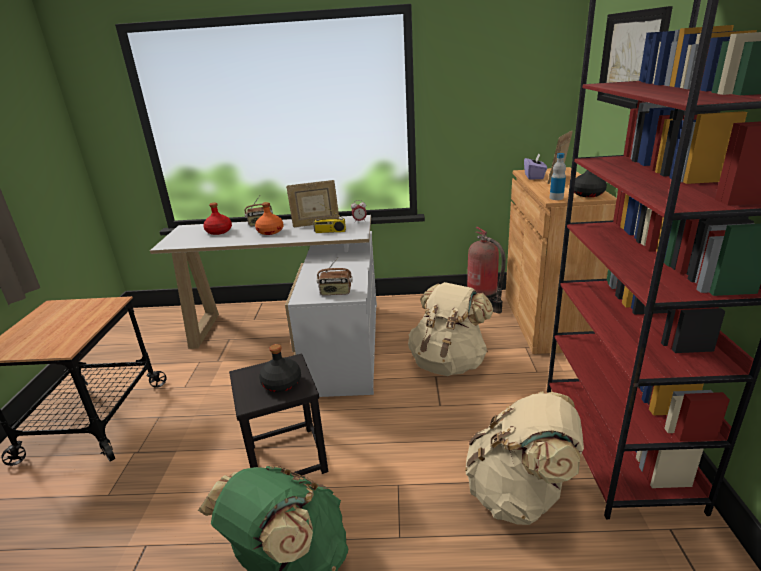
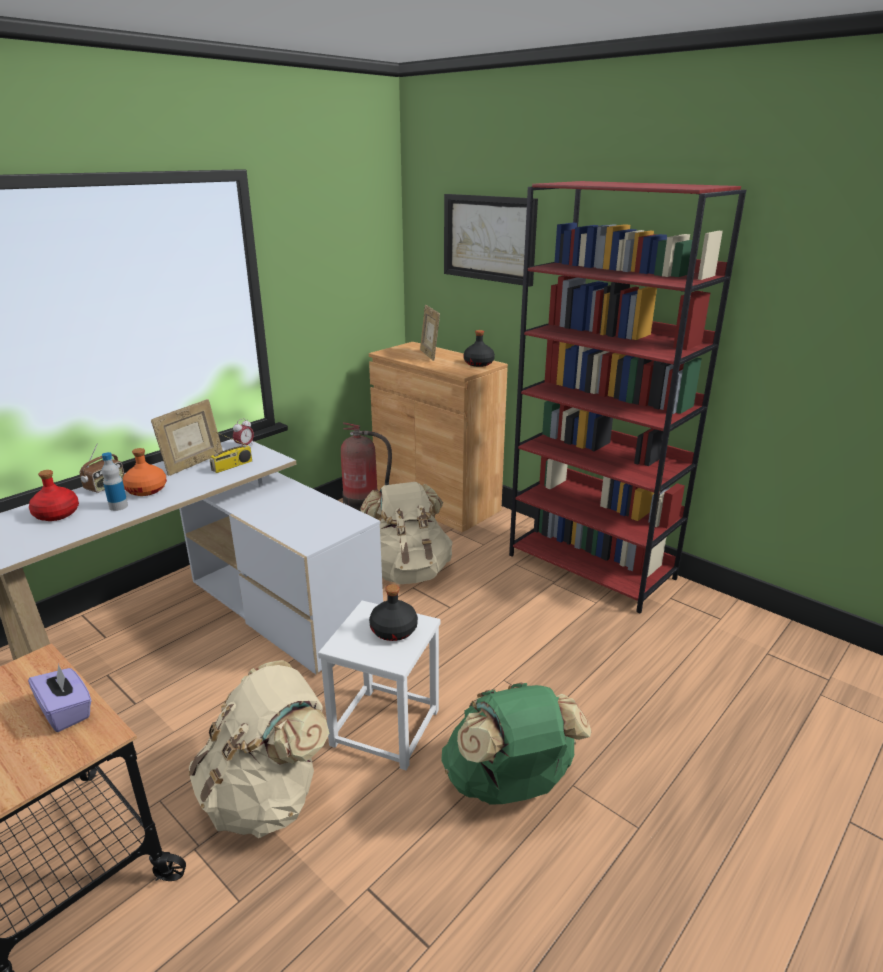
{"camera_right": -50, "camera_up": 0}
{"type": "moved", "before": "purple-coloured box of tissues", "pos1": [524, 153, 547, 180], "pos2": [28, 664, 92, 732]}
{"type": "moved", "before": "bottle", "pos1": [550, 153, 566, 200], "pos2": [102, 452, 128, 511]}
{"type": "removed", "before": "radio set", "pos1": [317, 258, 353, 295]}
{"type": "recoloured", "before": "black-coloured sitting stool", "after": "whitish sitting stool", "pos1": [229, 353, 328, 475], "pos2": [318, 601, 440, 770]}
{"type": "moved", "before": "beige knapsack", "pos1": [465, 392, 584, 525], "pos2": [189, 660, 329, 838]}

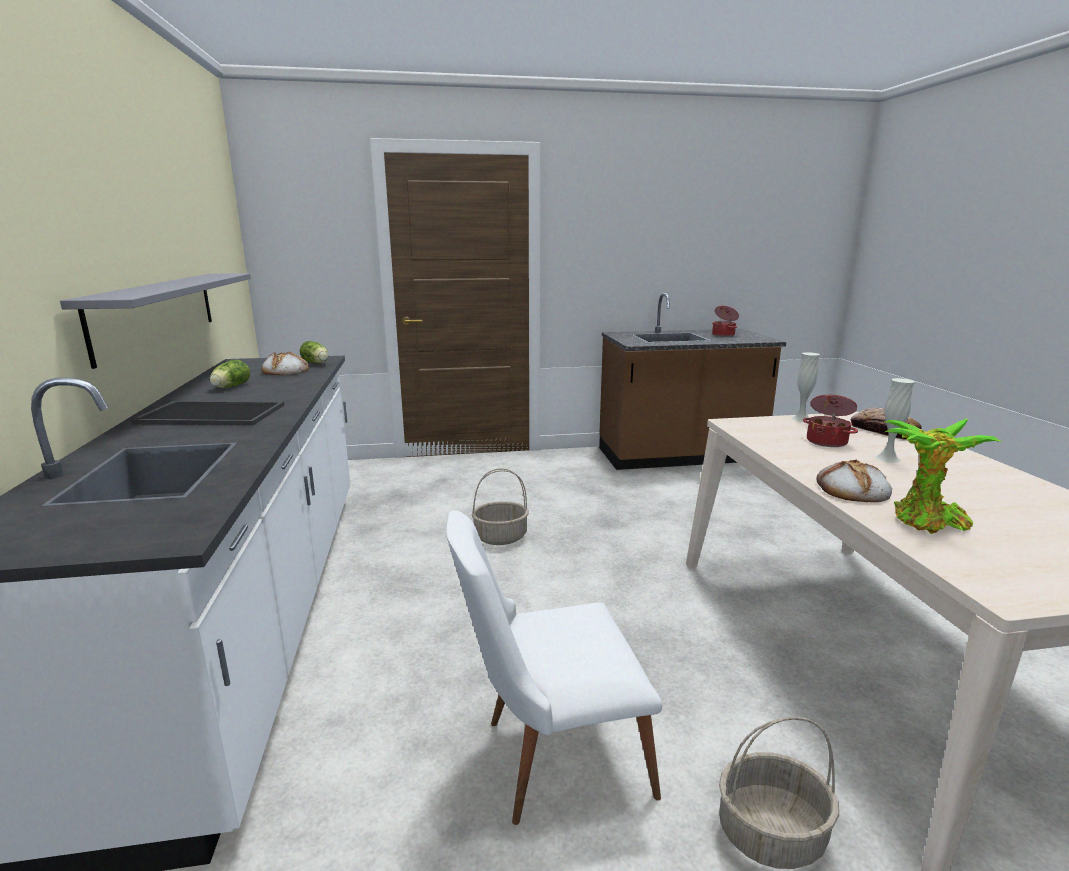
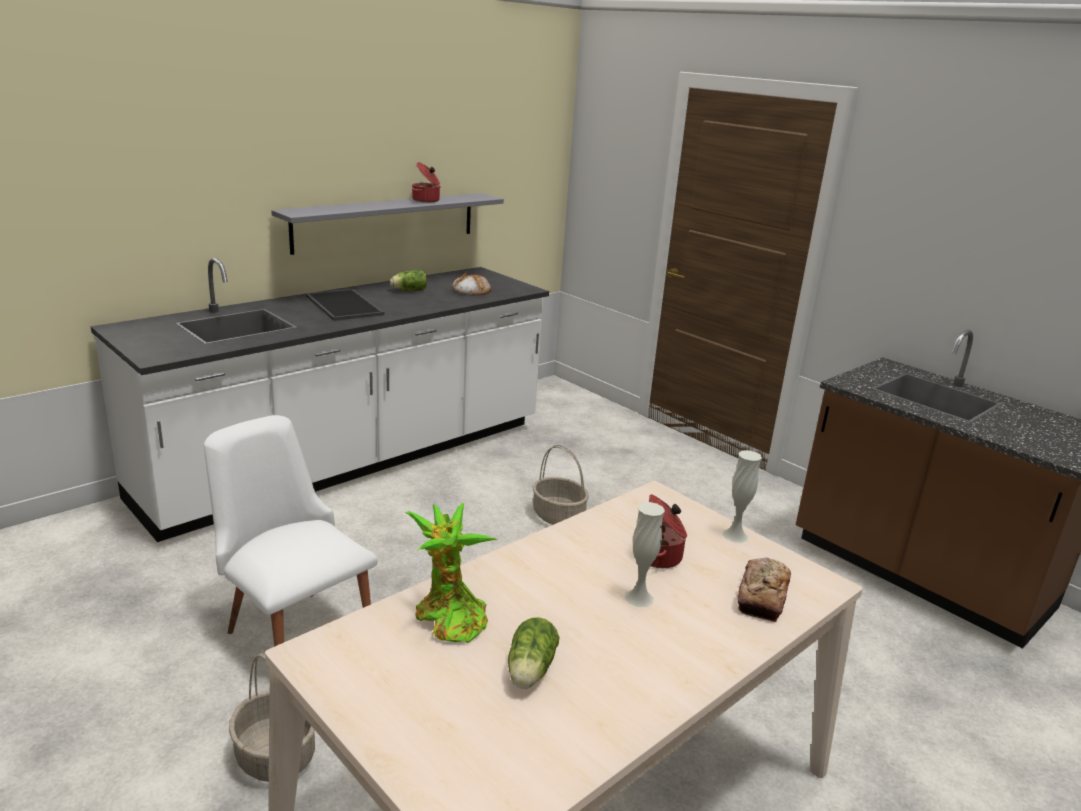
{"camera_right": 55, "camera_up": 5}
{"type": "moved", "before": "saucepot", "pos1": [712, 306, 739, 337], "pos2": [412, 162, 441, 203]}
{"type": "moved", "before": "lettuce head", "pos1": [300, 341, 328, 363], "pos2": [508, 617, 559, 689]}
{"type": "removed", "before": "bakery bread", "pos1": [817, 459, 892, 502]}

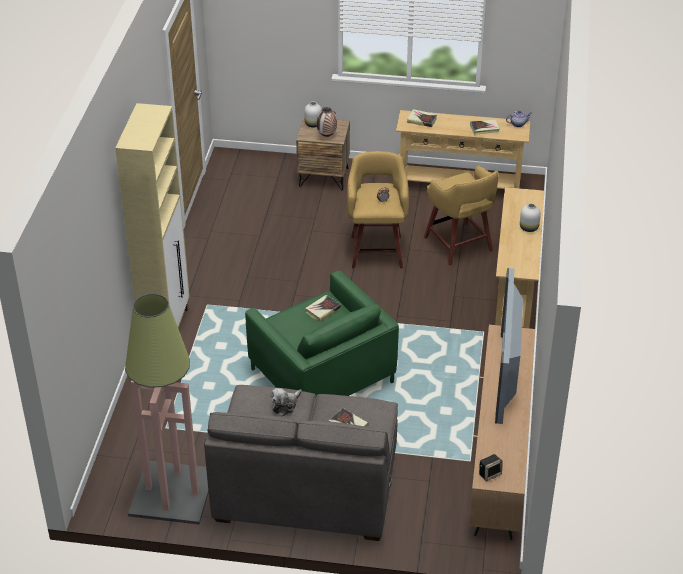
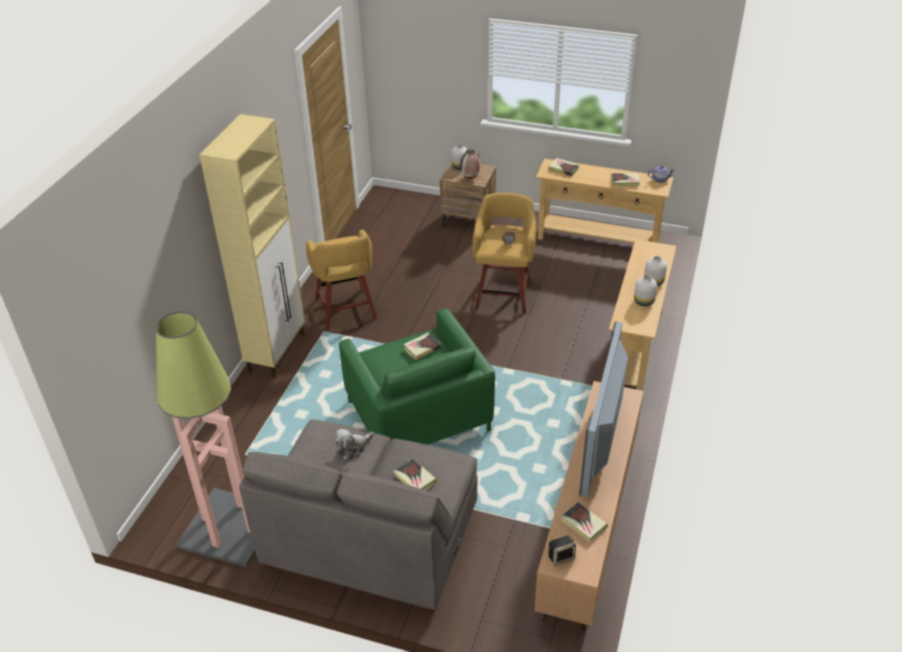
{"camera_right": 10, "camera_up": 0}
{"type": "moved", "before": "yellowish sitting stool", "pos1": [424, 166, 499, 265], "pos2": [306, 229, 377, 329]}
{"type": "added", "after": "whitish flower vase", "pos2": [634, 275, 657, 306]}
{"type": "added", "after": "book", "pos2": [561, 502, 608, 543]}

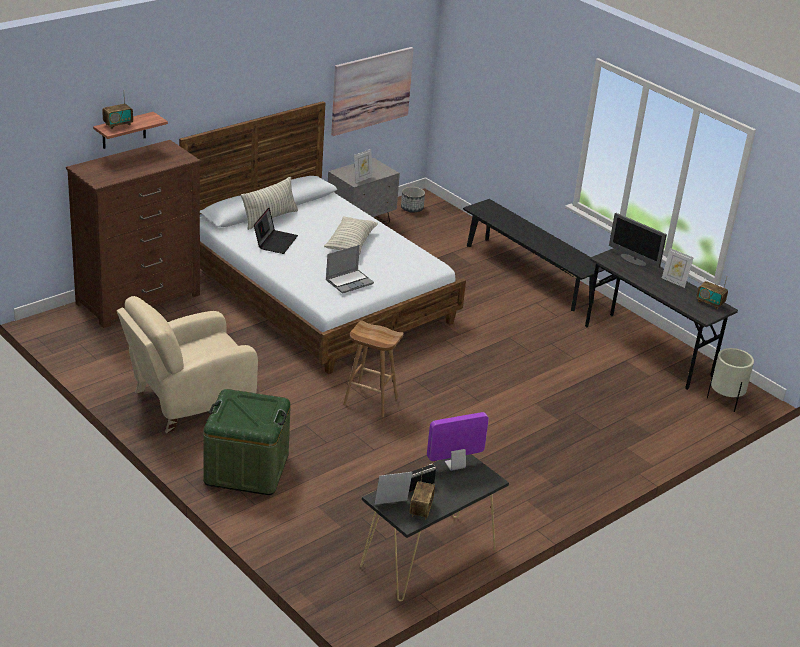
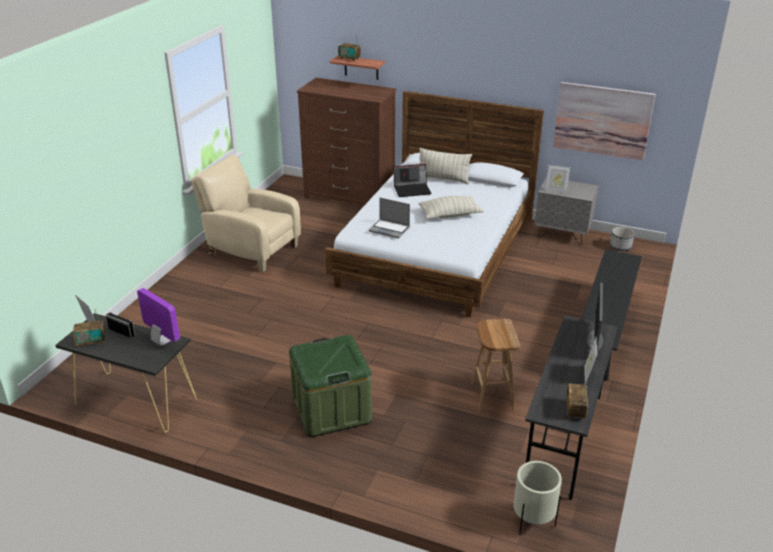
{"camera_right": 65, "camera_up": 0}
{"type": "moved", "before": "brown sitting stool", "pos1": [343, 321, 404, 417], "pos2": [471, 319, 521, 412]}
{"type": "moved", "before": "green storage box", "pos1": [203, 389, 291, 495], "pos2": [289, 335, 372, 437]}

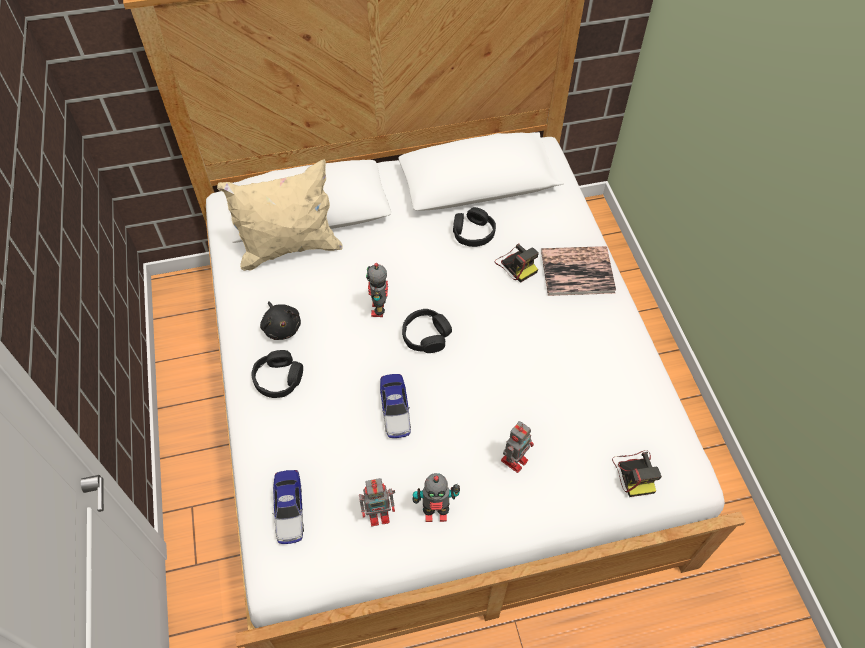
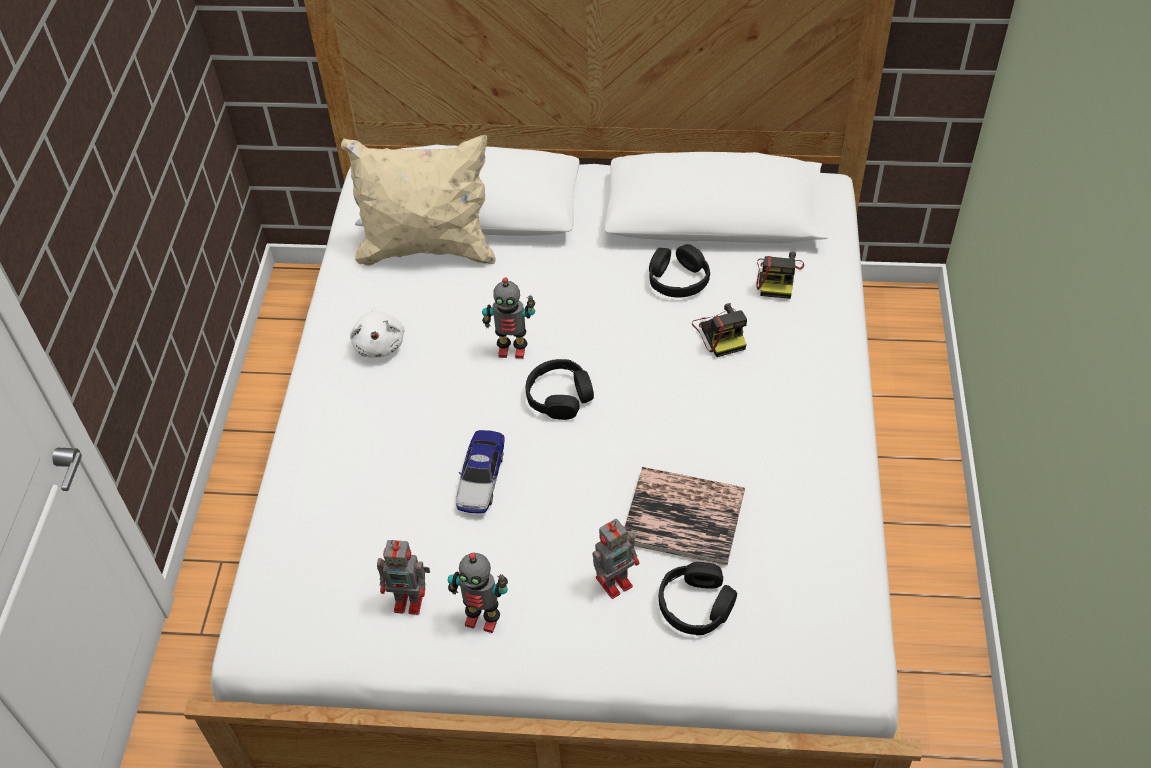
{"camera_right": 20, "camera_up": -5}
{"type": "moved", "before": "book", "pos1": [541, 246, 616, 296], "pos2": [625, 467, 745, 566]}
{"type": "turned", "before": "model robot", "pos1": [366, 263, 388, 317], "pos2": [482, 277, 535, 359], "turn": -105}
{"type": "recoloured", "before": "black-coloured plush toy", "after": "whitish plush toy", "pos1": [260, 301, 301, 340], "pos2": [350, 307, 404, 358]}
{"type": "moved", "before": "black-coloured pair of headphones", "pos1": [252, 350, 303, 398], "pos2": [658, 562, 737, 635]}
{"type": "moved", "before": "still camera", "pos1": [612, 450, 662, 497], "pos2": [756, 252, 804, 299]}
{"type": "removed", "before": "toy car", "pos1": [272, 470, 304, 544]}

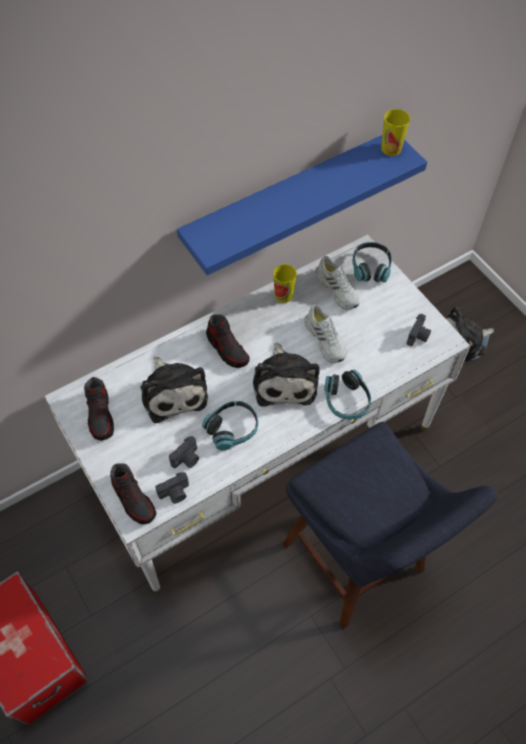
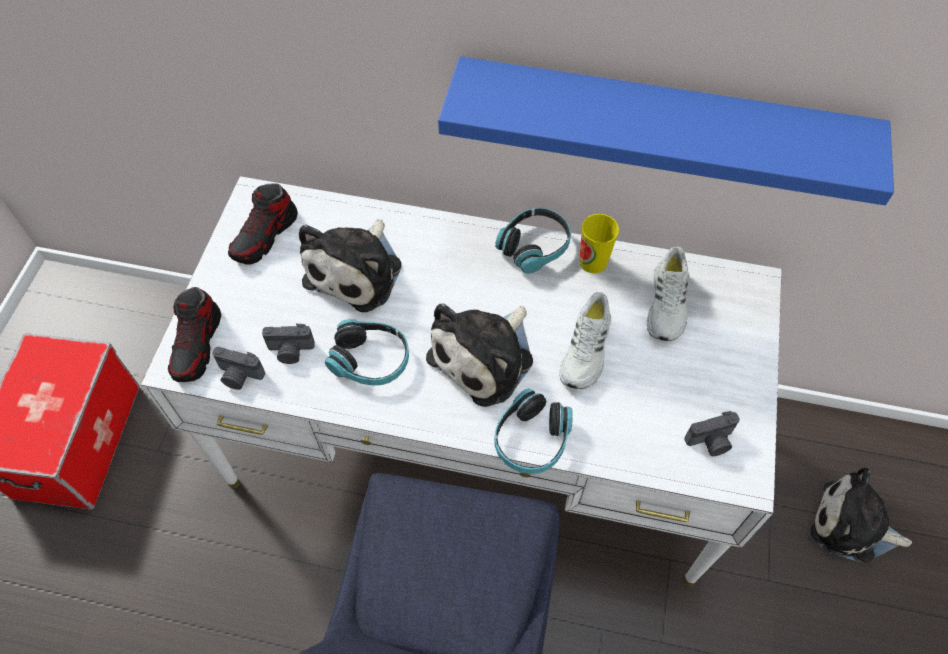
{"camera_right": 45, "camera_up": 0}
{"type": "removed", "before": "drinking cup", "pos1": [381, 109, 410, 156]}
{"type": "moved", "before": "pair of headphones", "pos1": [353, 242, 392, 282], "pos2": [495, 207, 571, 274]}
{"type": "removed", "before": "shoe", "pos1": [206, 314, 250, 368]}

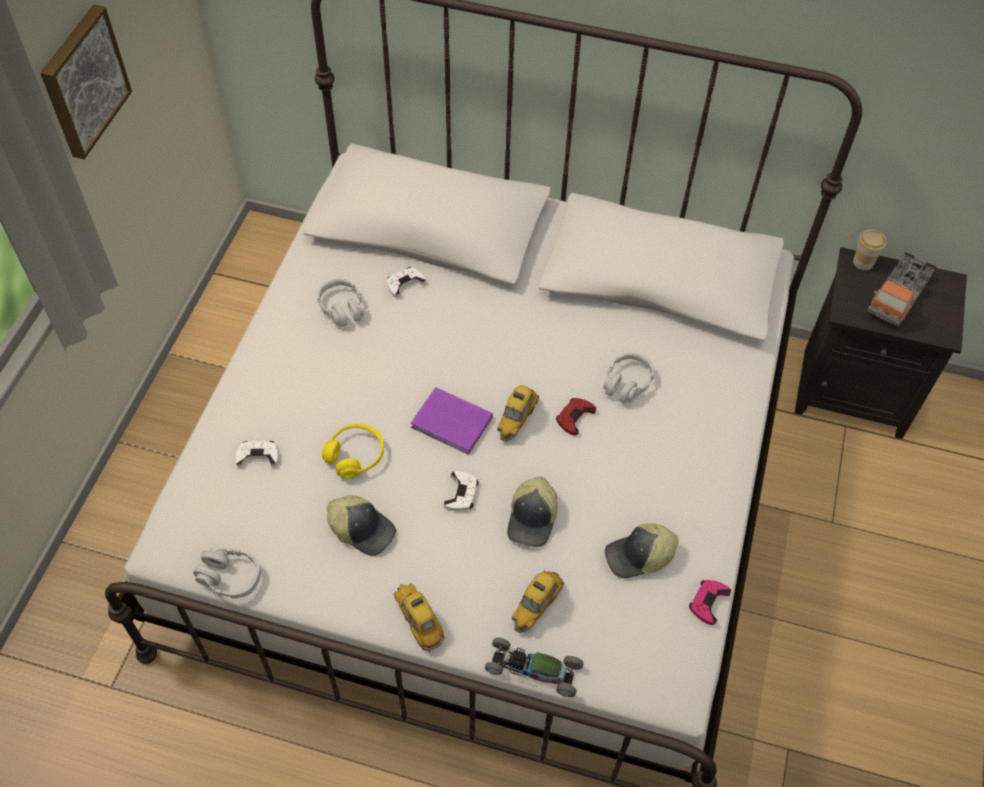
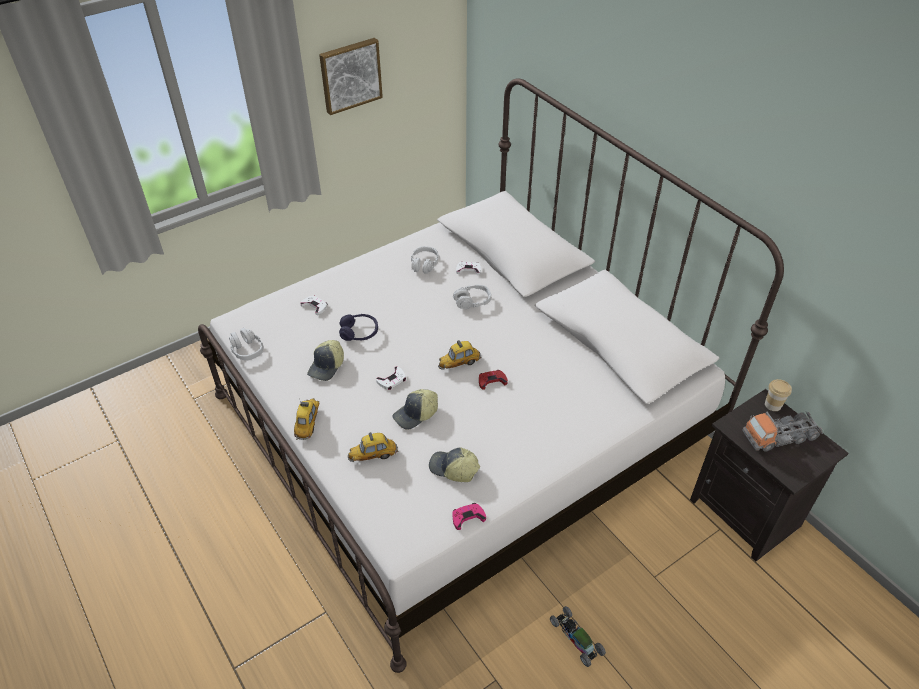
{"camera_right": 40, "camera_up": -10}
{"type": "moved", "before": "greyish pair of headphones", "pos1": [603, 352, 654, 404], "pos2": [453, 284, 491, 309]}
{"type": "removed", "before": "purple-coloured book", "pos1": [411, 387, 493, 455]}
{"type": "recoloured", "before": "yellowish pair of headphones", "after": "purple-coloured pair of headphones", "pos1": [322, 424, 384, 479], "pos2": [339, 314, 378, 341]}
{"type": "turned", "before": "baseball cap", "pos1": [327, 495, 396, 556], "pos2": [307, 340, 344, 381], "turn": 45}
{"type": "moved", "before": "toy car", "pos1": [485, 638, 584, 697], "pos2": [550, 606, 606, 667]}

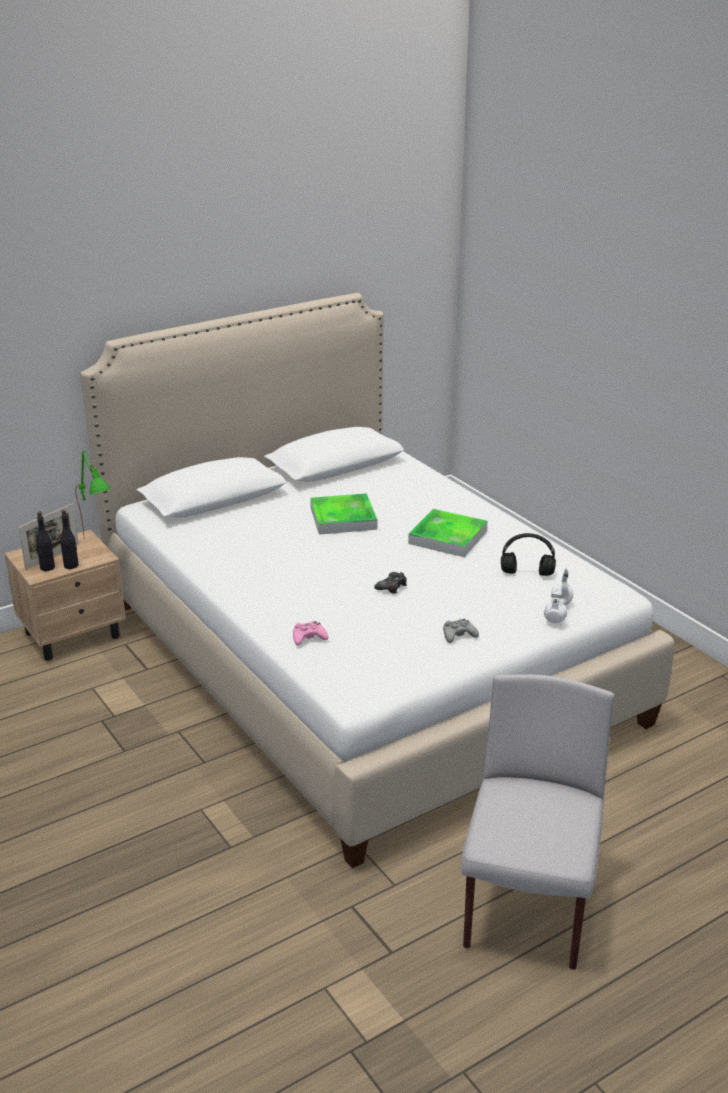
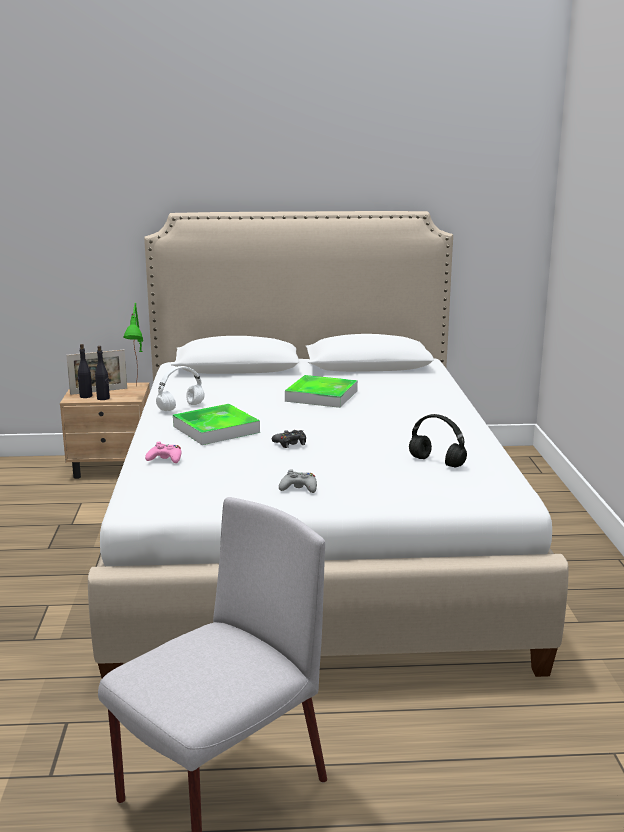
{"camera_right": 30, "camera_up": -10}
{"type": "moved", "before": "tray", "pos1": [408, 509, 488, 557], "pos2": [173, 404, 260, 445]}
{"type": "moved", "before": "whitish pair of headphones", "pos1": [544, 567, 573, 623], "pos2": [156, 366, 205, 411]}

